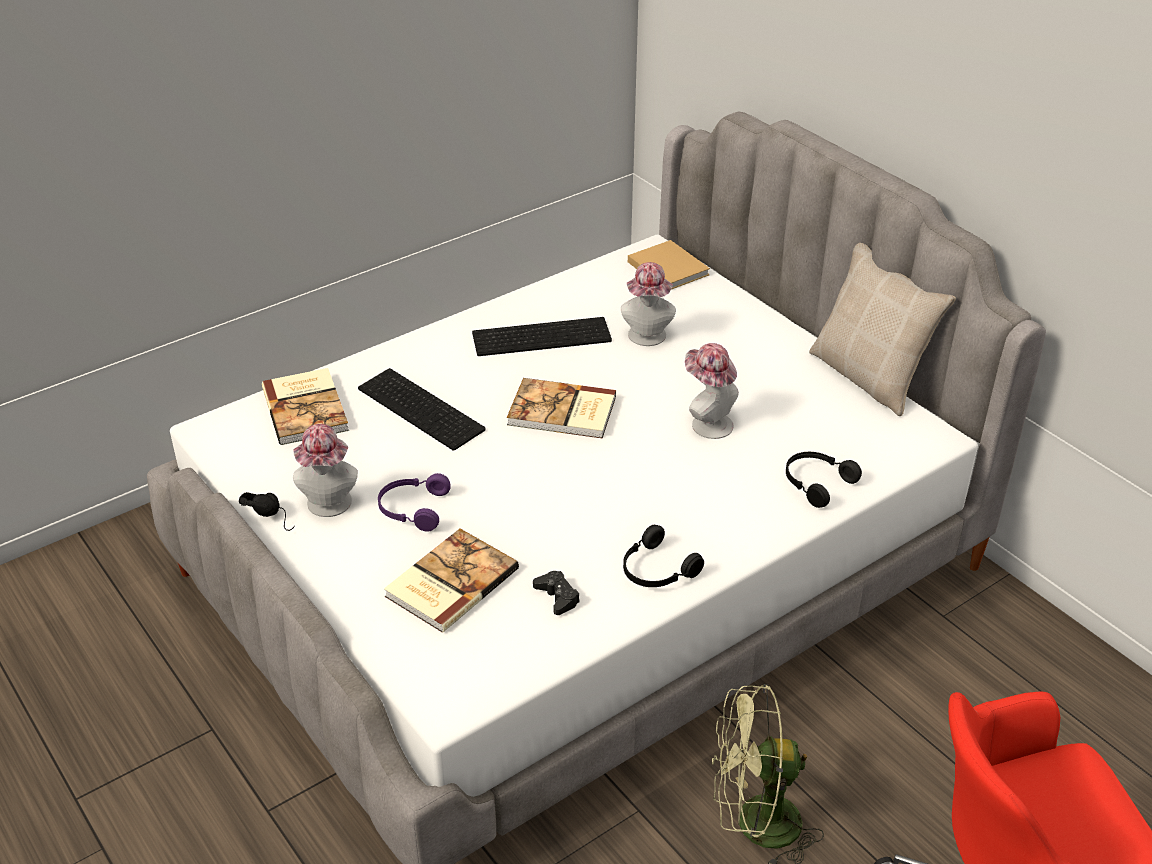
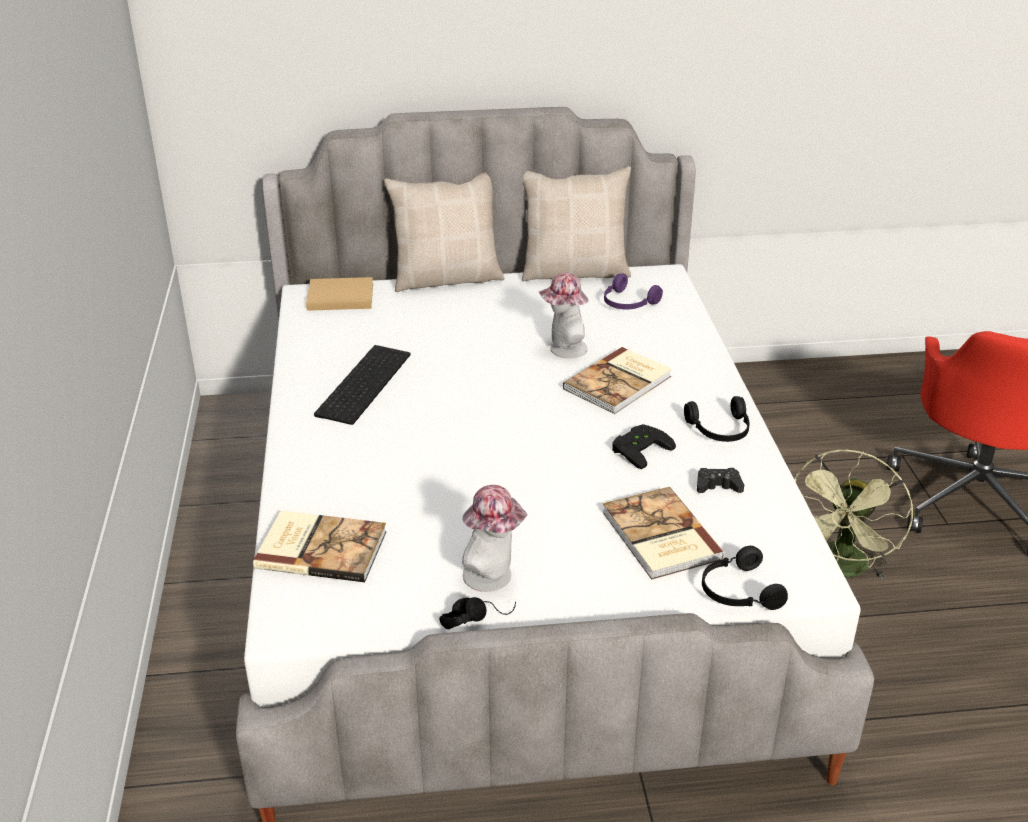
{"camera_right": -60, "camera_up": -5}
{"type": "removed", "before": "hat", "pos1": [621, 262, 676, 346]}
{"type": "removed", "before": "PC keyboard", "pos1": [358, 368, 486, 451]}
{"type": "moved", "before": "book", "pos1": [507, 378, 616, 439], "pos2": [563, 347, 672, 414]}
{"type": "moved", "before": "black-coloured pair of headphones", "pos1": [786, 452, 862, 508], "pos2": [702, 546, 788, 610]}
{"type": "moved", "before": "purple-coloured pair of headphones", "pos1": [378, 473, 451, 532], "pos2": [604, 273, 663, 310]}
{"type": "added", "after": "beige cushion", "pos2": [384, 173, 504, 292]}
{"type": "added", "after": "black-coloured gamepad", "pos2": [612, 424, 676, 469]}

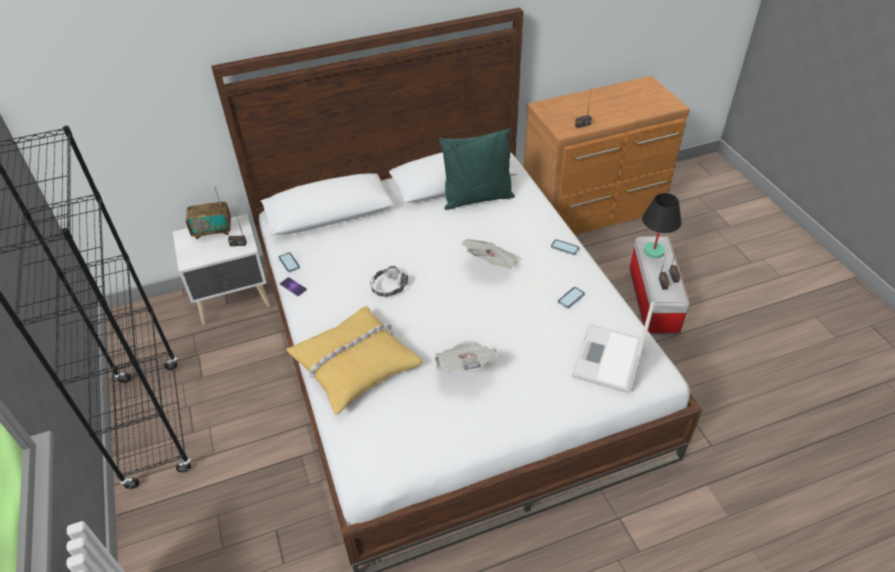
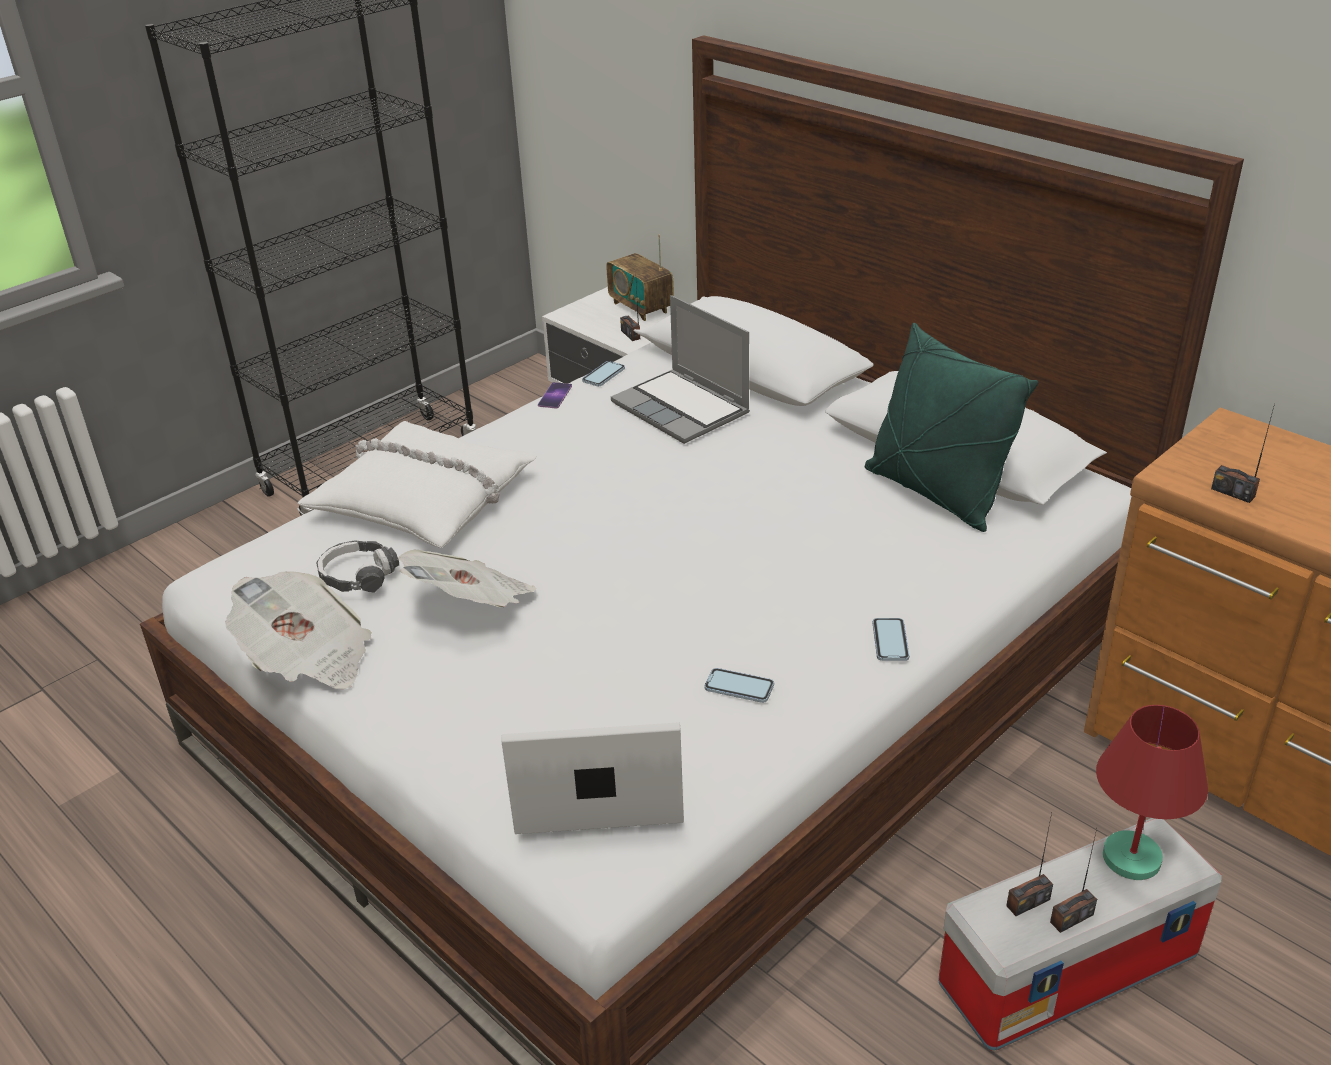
{"camera_right": 65, "camera_up": -10}
{"type": "recoloured", "before": "black-coloured table lamp", "after": "red-coloured table lamp", "pos1": [642, 193, 681, 258], "pos2": [1096, 705, 1208, 880]}
{"type": "moved", "before": "newspaper", "pos1": [462, 239, 520, 269], "pos2": [225, 571, 372, 689]}
{"type": "moved", "before": "pair of headphones", "pos1": [370, 266, 408, 297], "pos2": [316, 540, 399, 593]}
{"type": "recoloured", "before": "yellowish cushion", "after": "whitish cushion", "pos1": [286, 306, 423, 415], "pos2": [297, 421, 537, 548]}
{"type": "added", "after": "notebook computer", "pos2": [611, 295, 750, 444]}

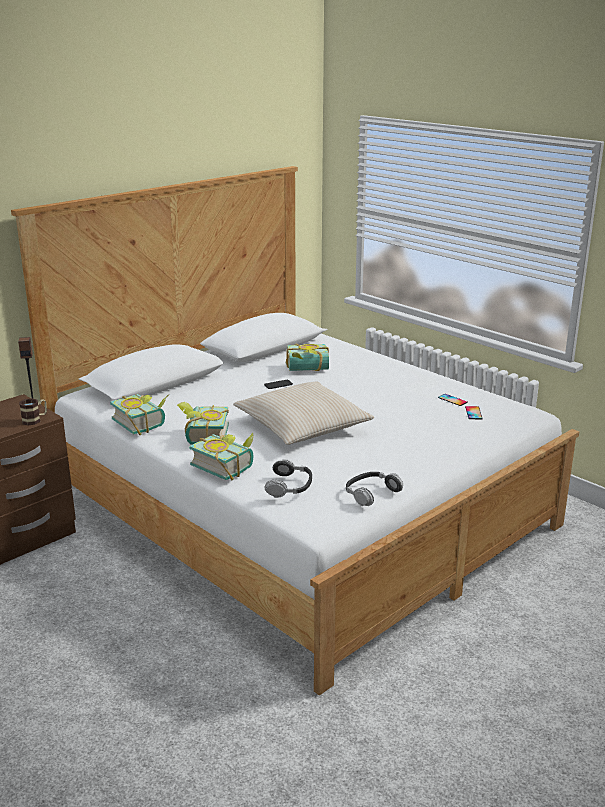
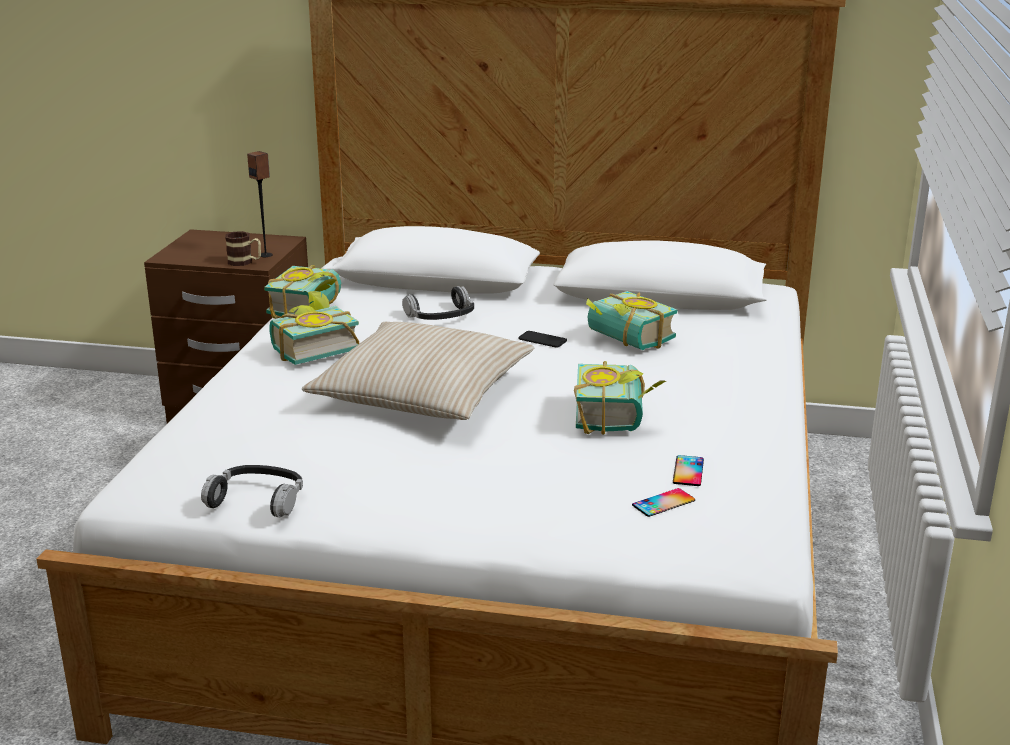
{"camera_right": 55, "camera_up": 0}
{"type": "moved", "before": "book", "pos1": [189, 433, 254, 480], "pos2": [574, 361, 666, 435]}
{"type": "moved", "before": "pair of headphones", "pos1": [264, 459, 312, 498], "pos2": [402, 286, 474, 320]}

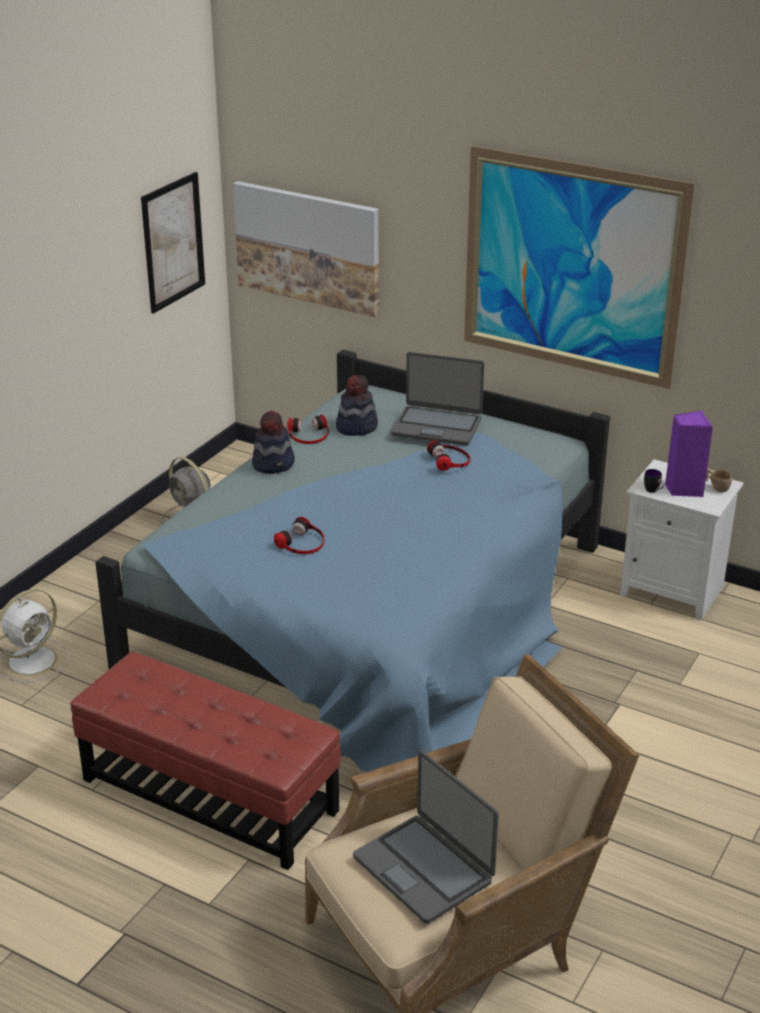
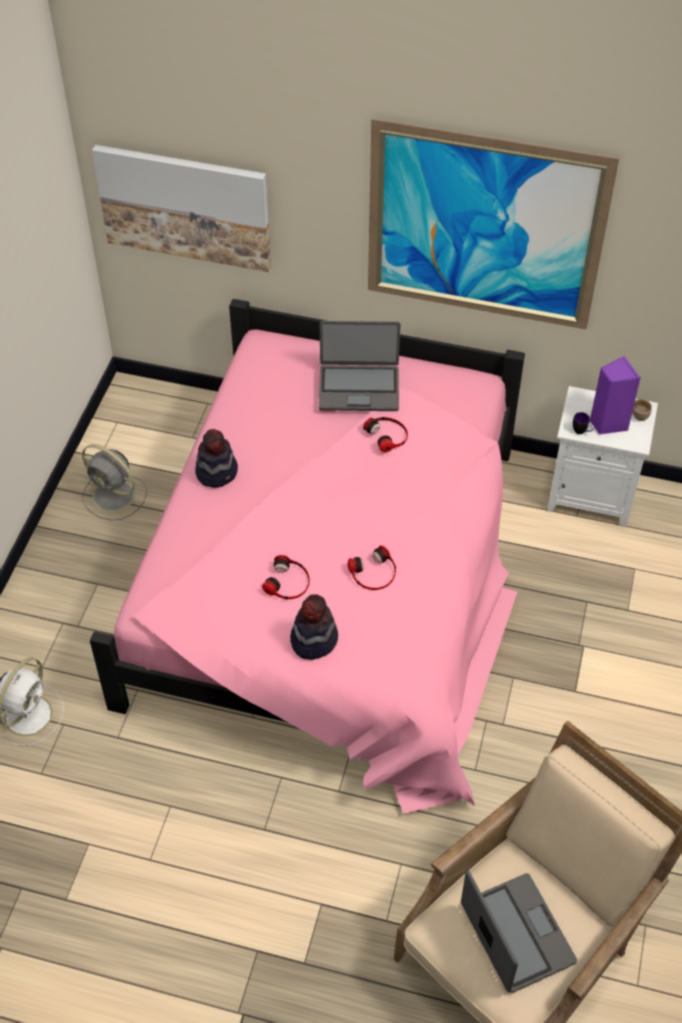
{"camera_right": -15, "camera_up": 20}
{"type": "removed", "before": "wall picture", "pos1": [141, 172, 205, 314]}
{"type": "recoloured", "before": "blue bedroom bed", "after": "pink bedroom bed", "pos1": [95, 350, 610, 798], "pos2": [90, 299, 525, 814]}
{"type": "moved", "before": "hat", "pos1": [336, 375, 378, 436], "pos2": [290, 594, 338, 660]}
{"type": "moved", "before": "pair of headphones", "pos1": [287, 415, 329, 444], "pos2": [347, 545, 396, 590]}
{"type": "removed", "before": "red-coloured ottoman", "pos1": [70, 652, 341, 870]}
{"type": "turned", "before": "notebook computer", "pos1": [353, 750, 499, 924], "pos2": [461, 870, 577, 993], "turn": -150}

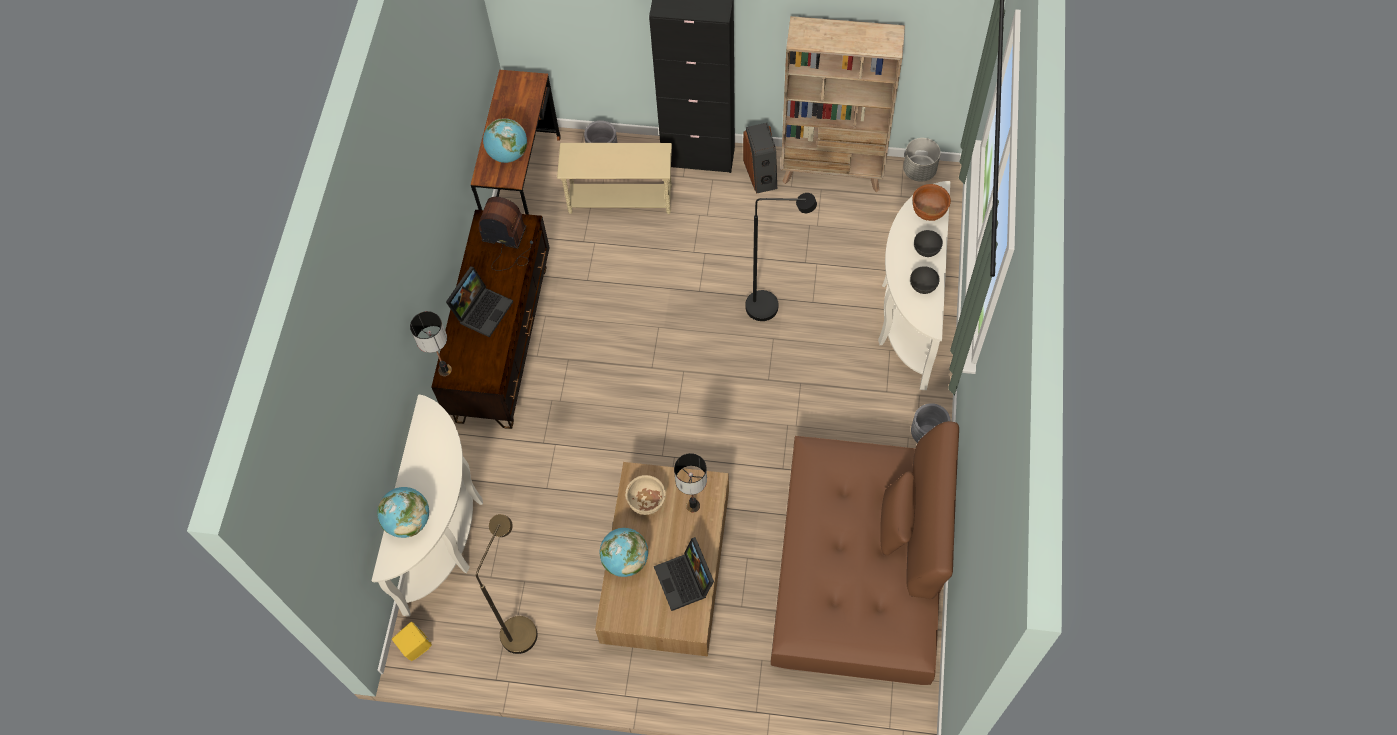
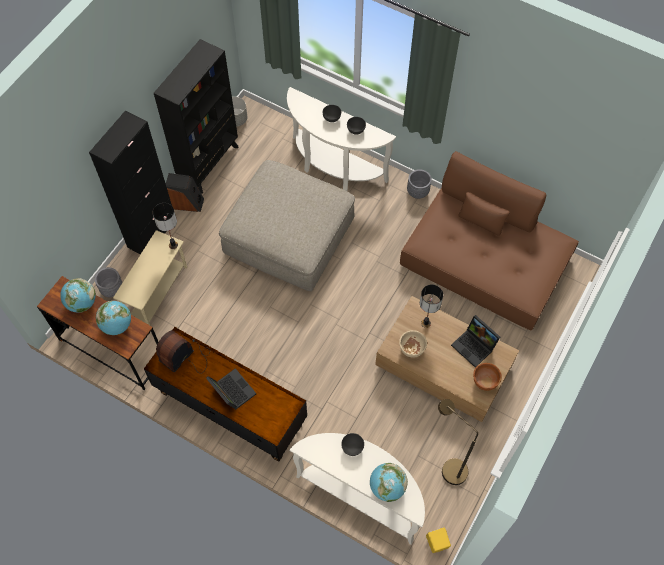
{"camera_right": -70, "camera_up": 0}
{"type": "recoloured", "before": "beige bookcase", "after": "black-coloured bookcase", "pos1": [781, 16, 905, 192], "pos2": [154, 39, 239, 194]}
{"type": "moved", "before": "brown deep dish", "pos1": [912, 184, 951, 221], "pos2": [473, 363, 502, 391]}
{"type": "replaced", "before": "black-coloured standing lamp", "after": "beige ottoman", "pos1": [745, 193, 817, 321], "pos2": [219, 160, 355, 291]}
{"type": "moved", "before": "table lamp", "pos1": [410, 311, 452, 376], "pos2": [152, 203, 178, 249]}
{"type": "moved", "before": "globe", "pos1": [600, 528, 648, 577], "pos2": [60, 278, 96, 313]}
{"type": "turned", "before": "notebook computer", "pos1": [654, 537, 714, 611], "pos2": [451, 315, 500, 368], "turn": 45}
{"type": "added", "after": "greyish deep dish", "pos2": [341, 433, 364, 456]}

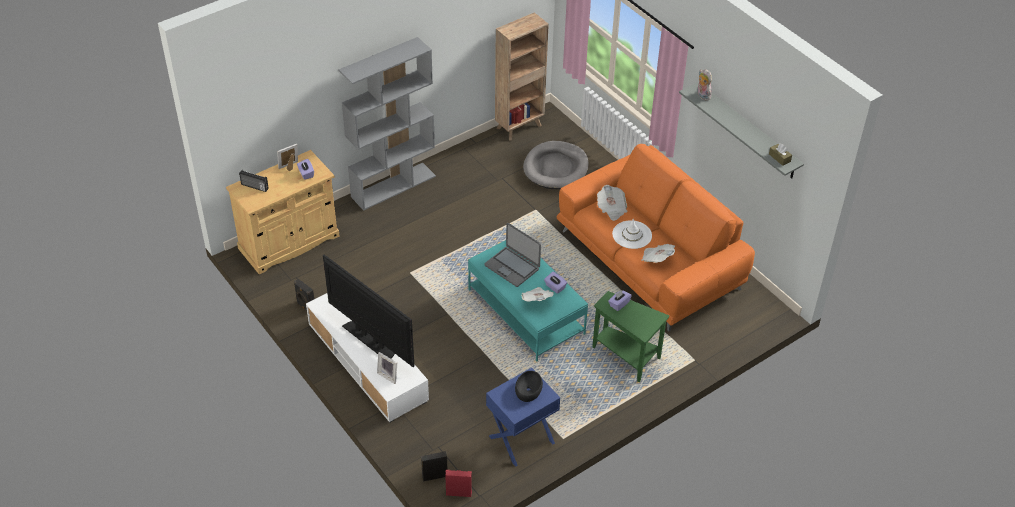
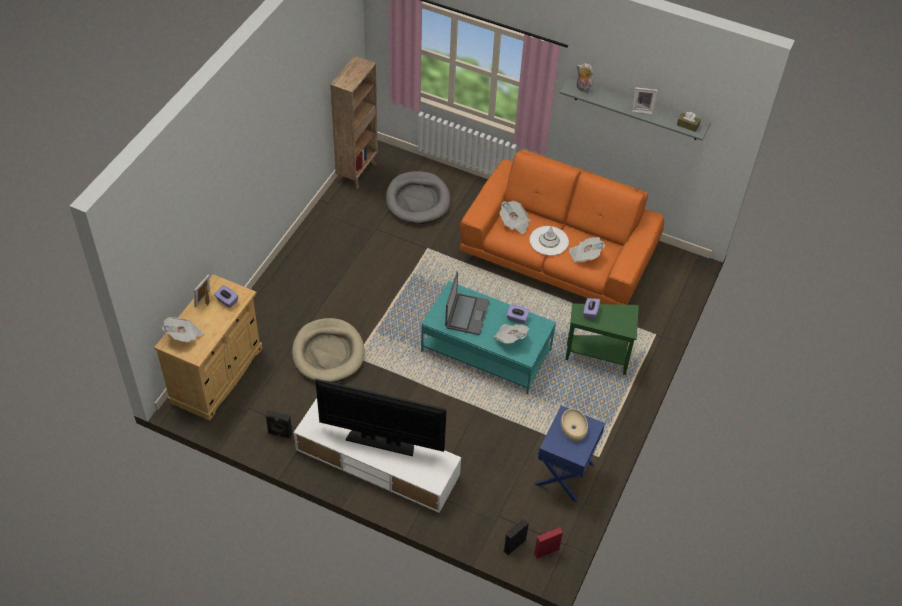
{"camera_right": -30, "camera_up": 5}
{"type": "removed", "before": "greyish bookcase", "pos1": [339, 37, 436, 211]}
{"type": "replaced", "before": "radio set", "after": "newspaper", "pos1": [239, 170, 269, 192], "pos2": [162, 317, 204, 343]}
{"type": "turned", "before": "notebook computer", "pos1": [484, 223, 541, 287], "pos2": [445, 271, 489, 335], "turn": -90}
{"type": "moved", "before": "picture frame", "pos1": [377, 352, 397, 384], "pos2": [631, 87, 658, 114]}
{"type": "recoloured", "before": "black-coloured deep dish", "after": "beige deep dish", "pos1": [515, 371, 543, 402], "pos2": [561, 409, 588, 441]}
{"type": "added", "after": "beige dog cushion", "pos2": [292, 318, 365, 383]}

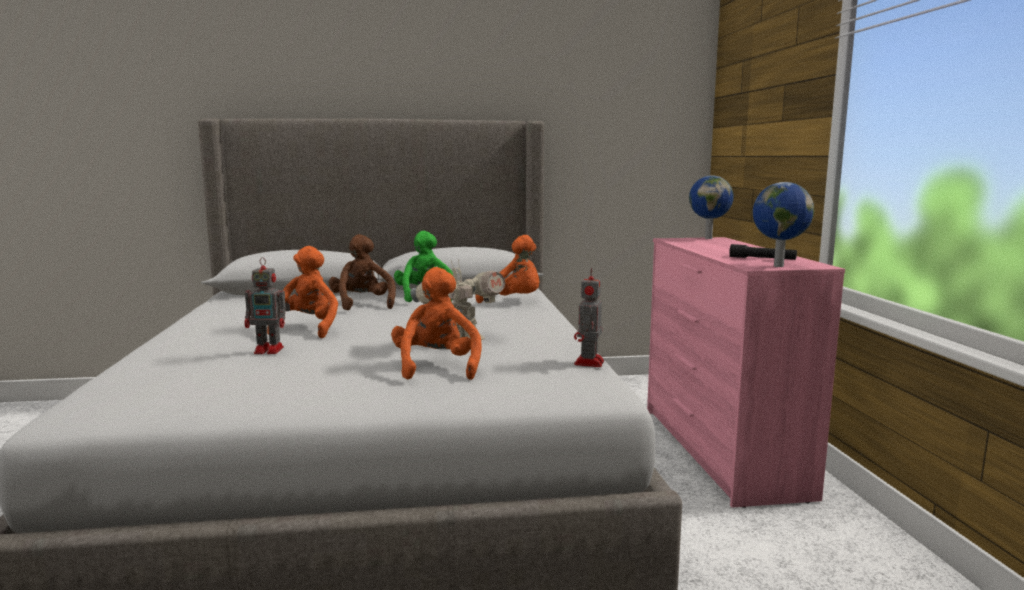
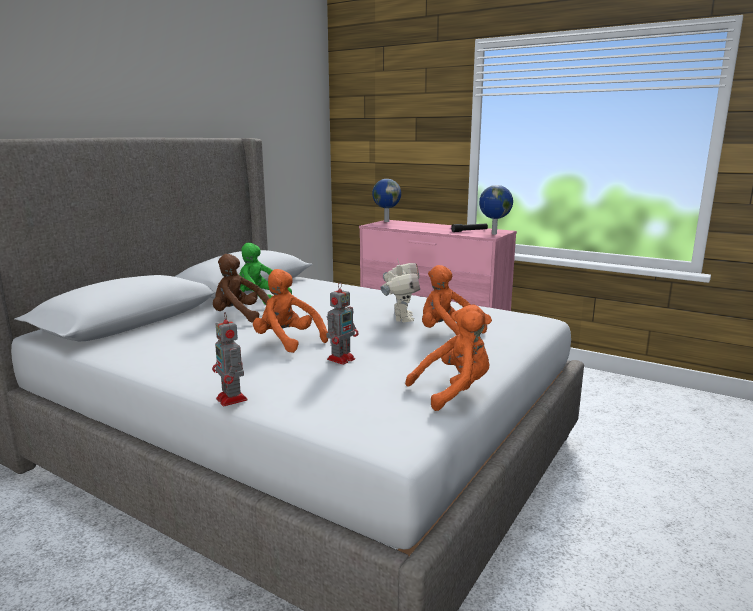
{"camera_right": -50, "camera_up": 5}
{"type": "moved", "before": "orangey plush toy", "pos1": [475, 235, 539, 303], "pos2": [405, 304, 492, 411]}
{"type": "moved", "before": "model robot", "pos1": [574, 268, 604, 367], "pos2": [212, 312, 247, 406]}

